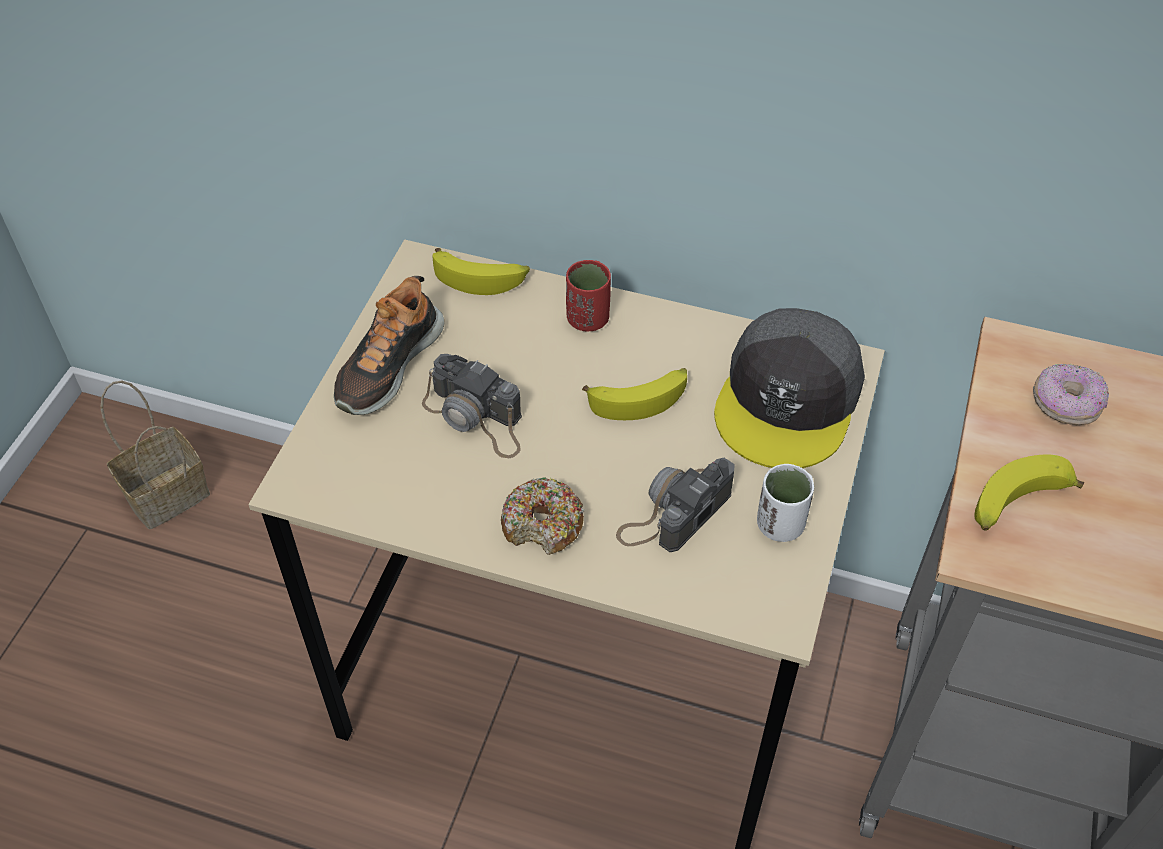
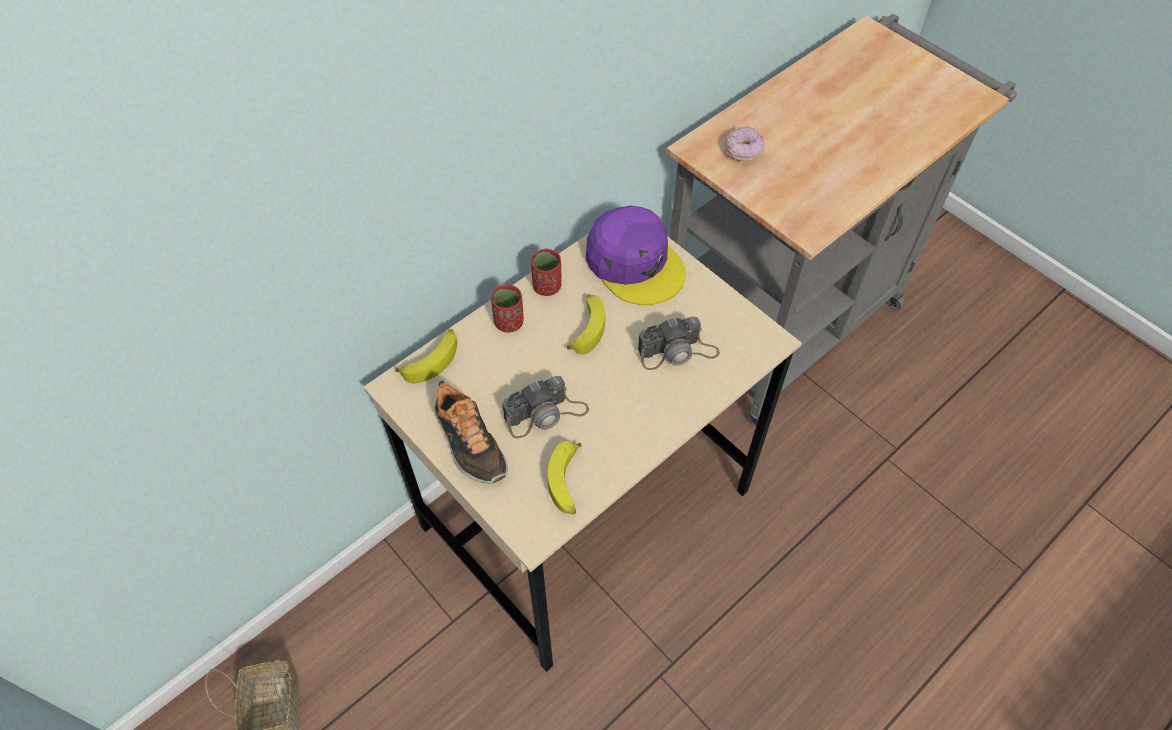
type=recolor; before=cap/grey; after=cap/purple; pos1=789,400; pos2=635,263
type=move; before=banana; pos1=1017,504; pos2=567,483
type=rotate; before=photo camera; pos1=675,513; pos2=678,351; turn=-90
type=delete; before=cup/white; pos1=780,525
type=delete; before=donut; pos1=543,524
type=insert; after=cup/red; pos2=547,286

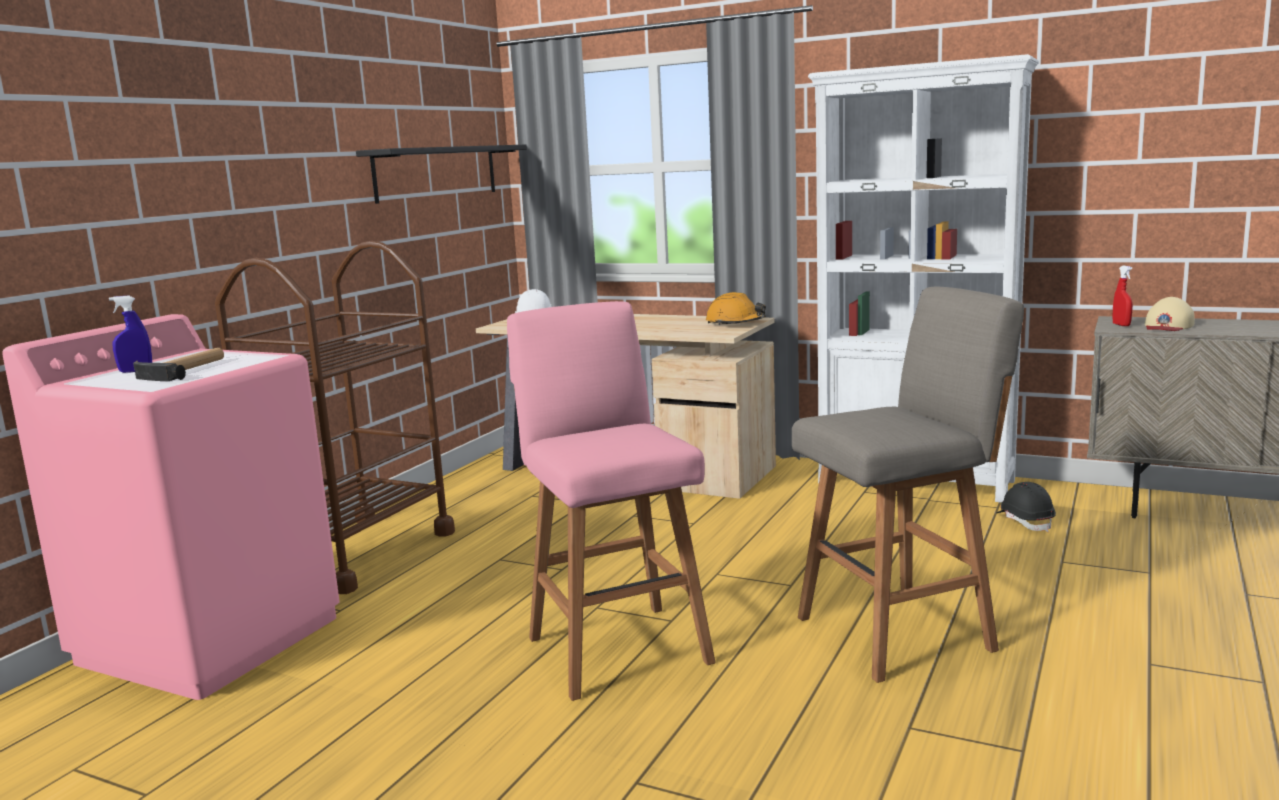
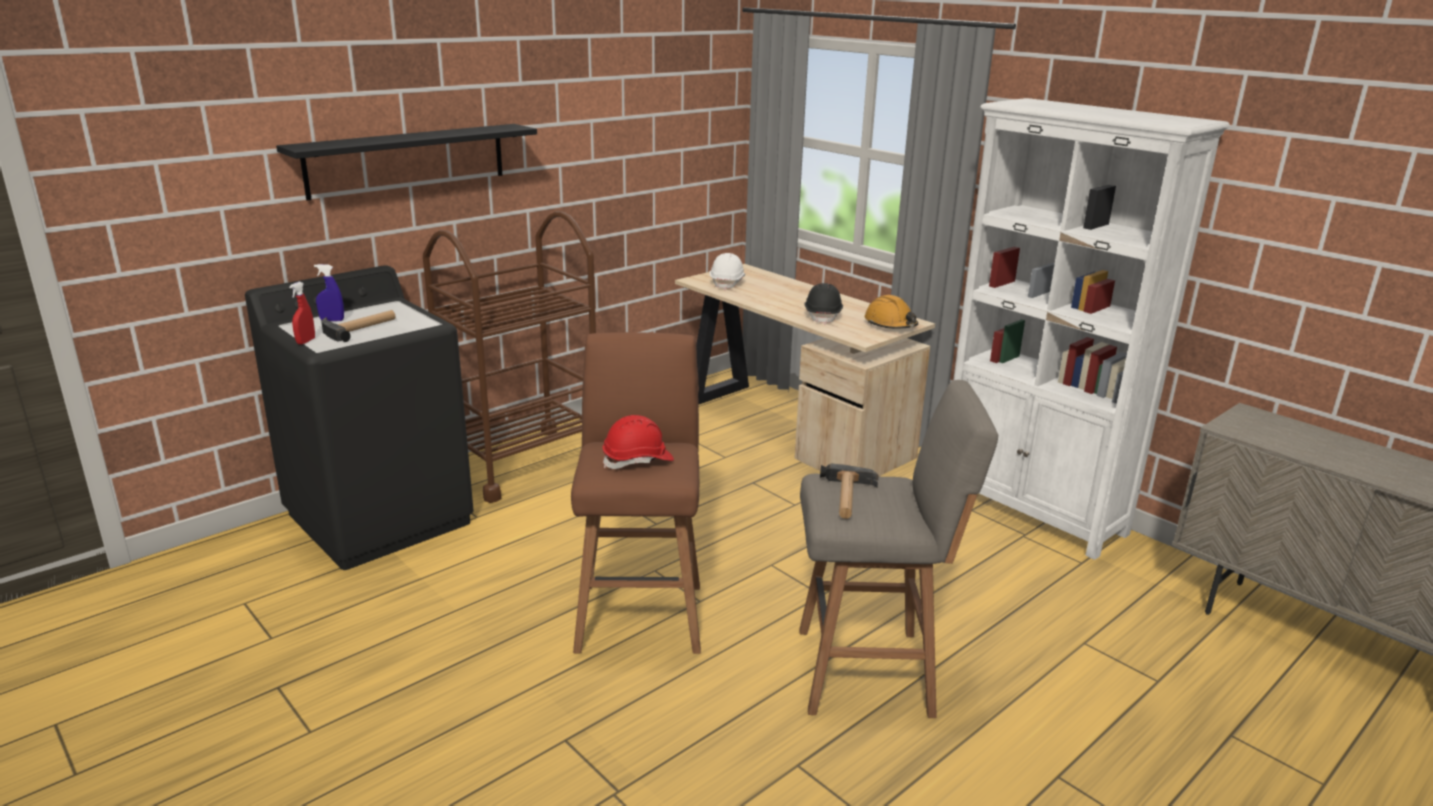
type=move; before=shelf/black; pos1=437,172; pos2=407,160
type=move; before=spray bottle/red; pos1=1121,325; pos2=306,341
type=delete; before=cap/beige; pos1=1167,326
type=recolor; before=stool/pink; after=stool/brown; pos1=616,647; pos2=640,614
type=recolor; before=washing machine/pink; after=washing machine/black; pos1=211,639; pos2=380,518
type=move; before=hard hat/black; pos1=1025,521; pos2=823,316
type=insert; after=hard hat/red; pos2=638,460
type=insert; after=hammer; pos2=847,497

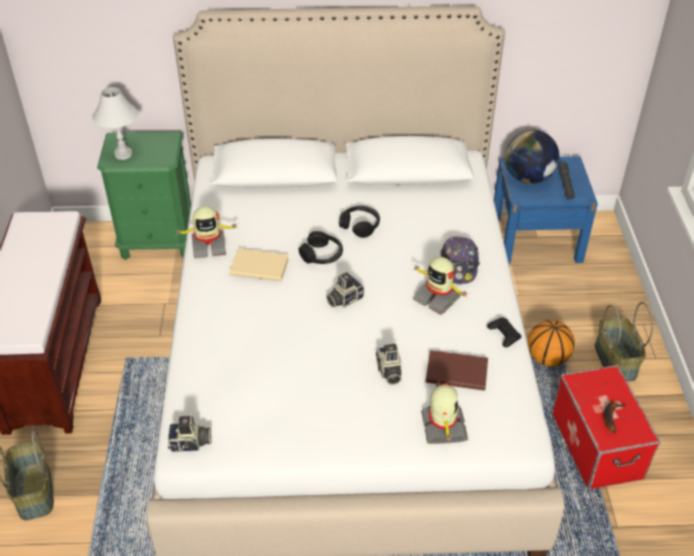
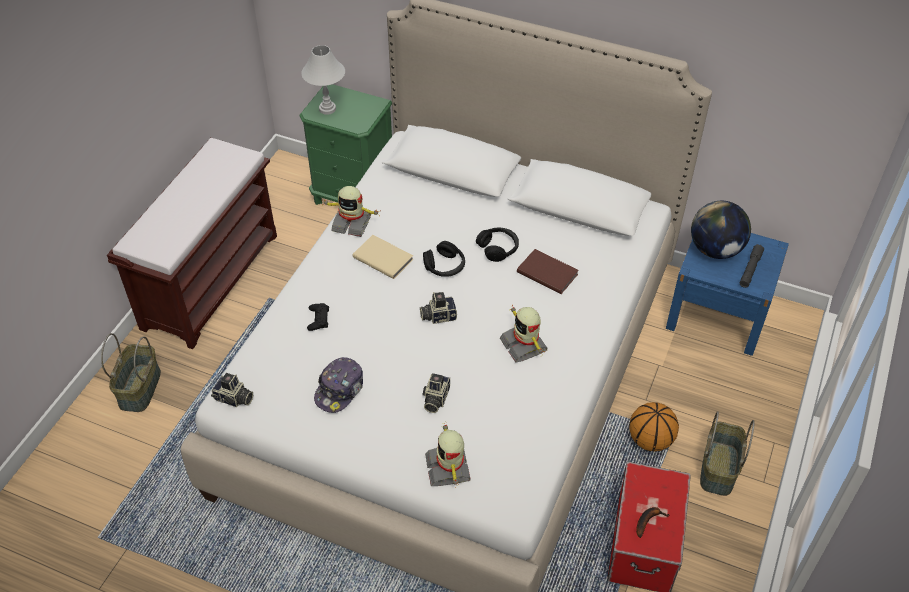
type=move; before=cap; pos1=459,266; pos2=340,390
type=move; before=game controller/black; pos1=504,334; pos2=318,319
type=move; before=book/brown; pos1=456,371; pos2=547,272
type=rotate; before=toy robot; pos1=442,427; pos2=449,468; turn=150

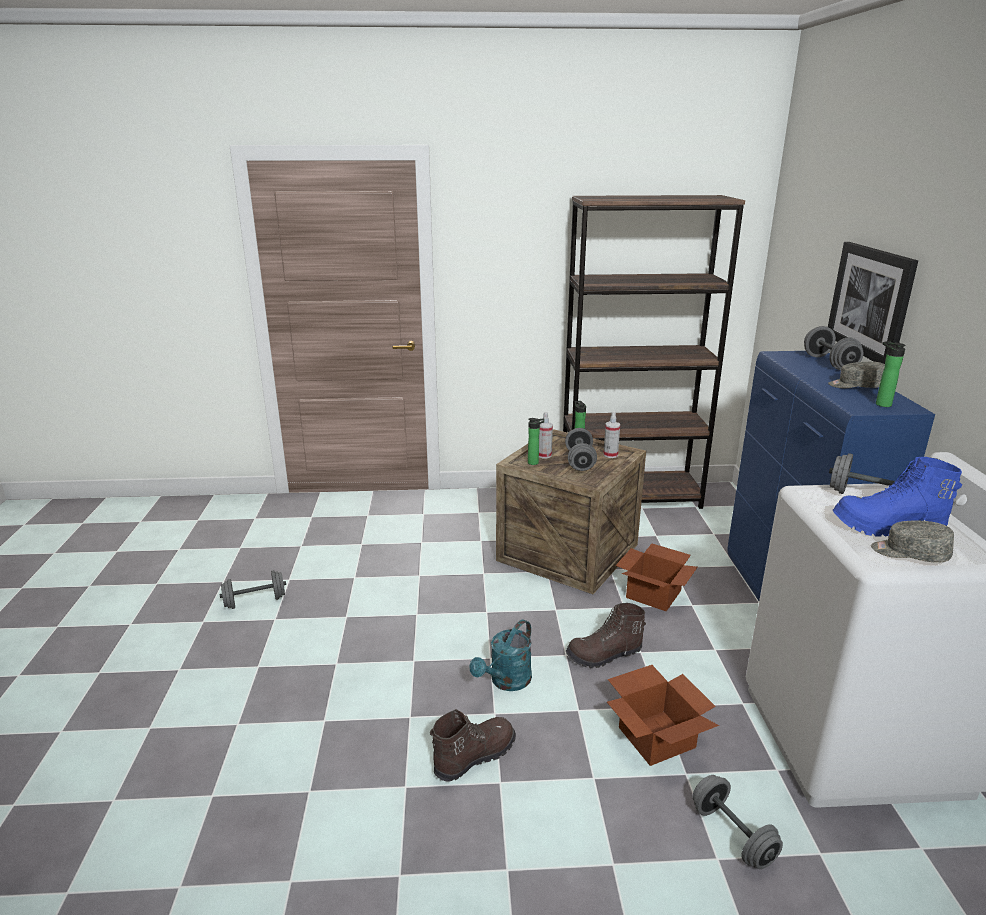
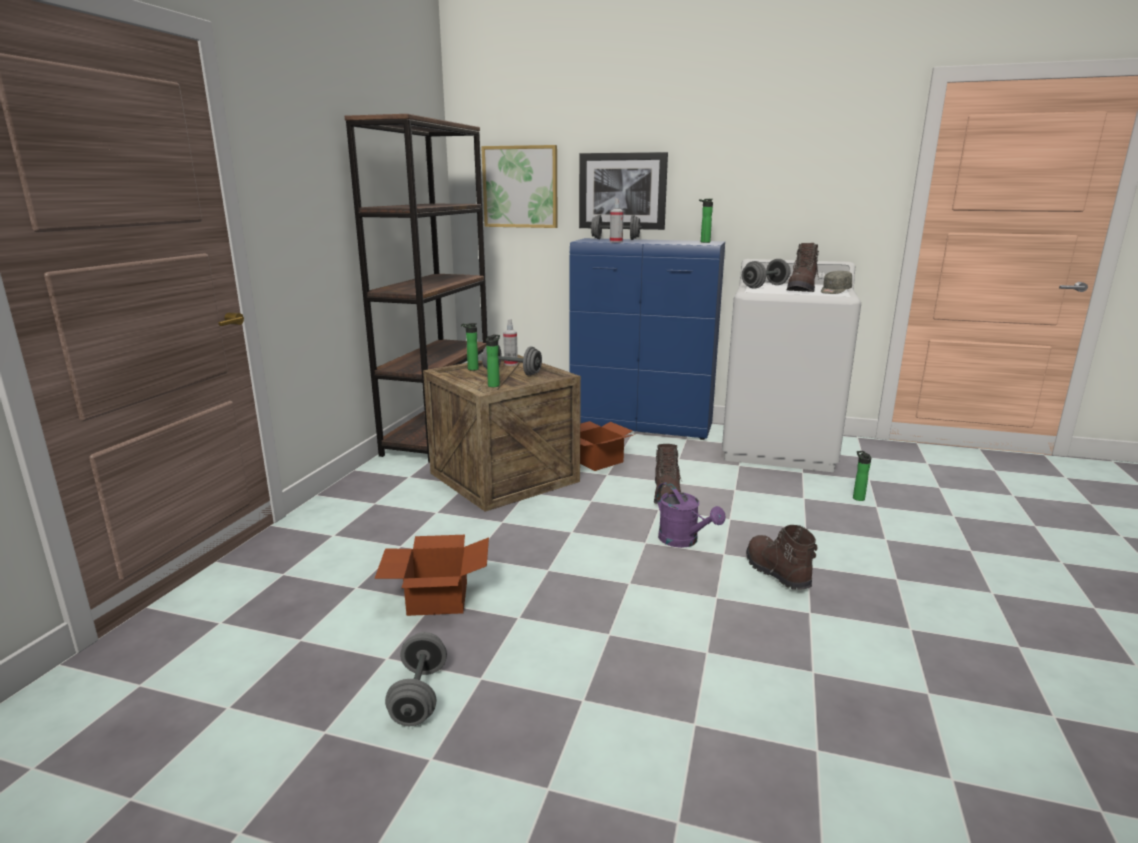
type=delete; before=cap/grey; pos1=855,386
type=move; before=spray bottle; pos1=544,455; pos2=616,242
type=recolor; before=boot/blue; after=boot/brown; pos1=888,527; pos2=802,289
type=recolor; before=watering can/turquoise; after=watering can/purple; pos1=506,682; pos2=683,541
type=move; before=cardboard box; pos1=656,736; pos2=436,597
type=replace; before=dumbbell/grey; after=bottle; pos1=732,835; pos2=857,498
type=insert; after=picture; pos2=520,187

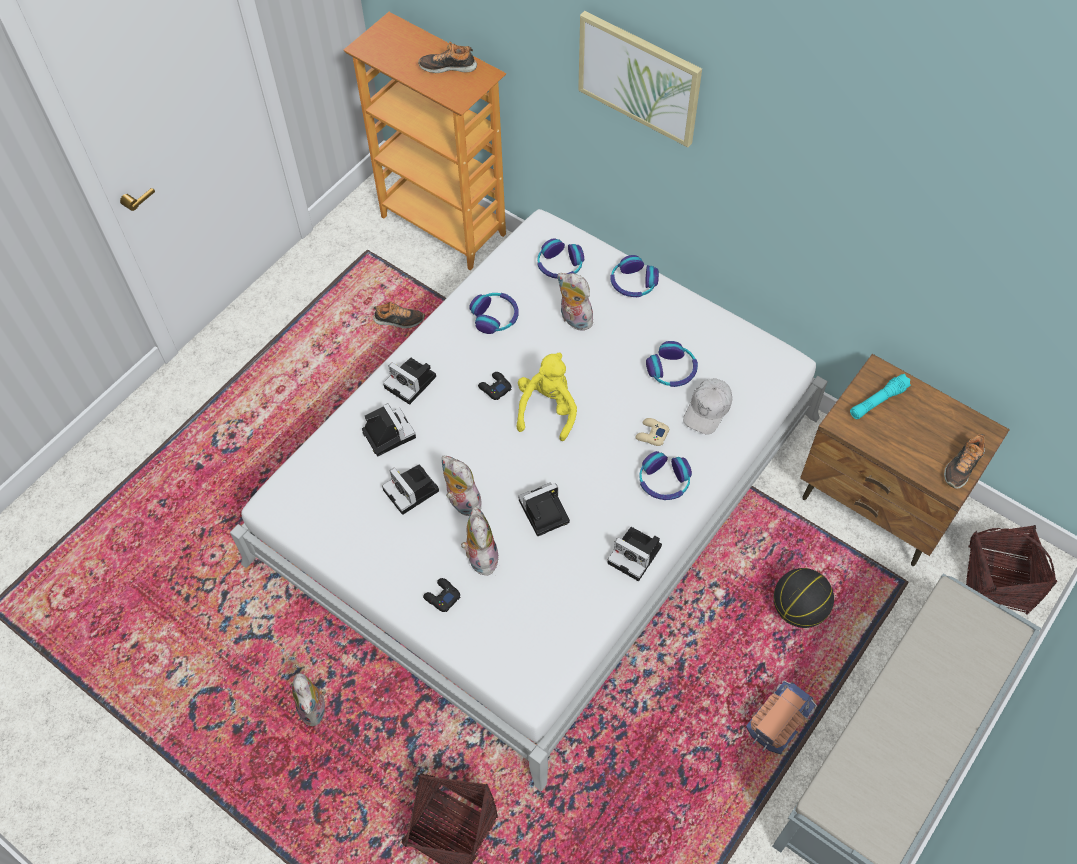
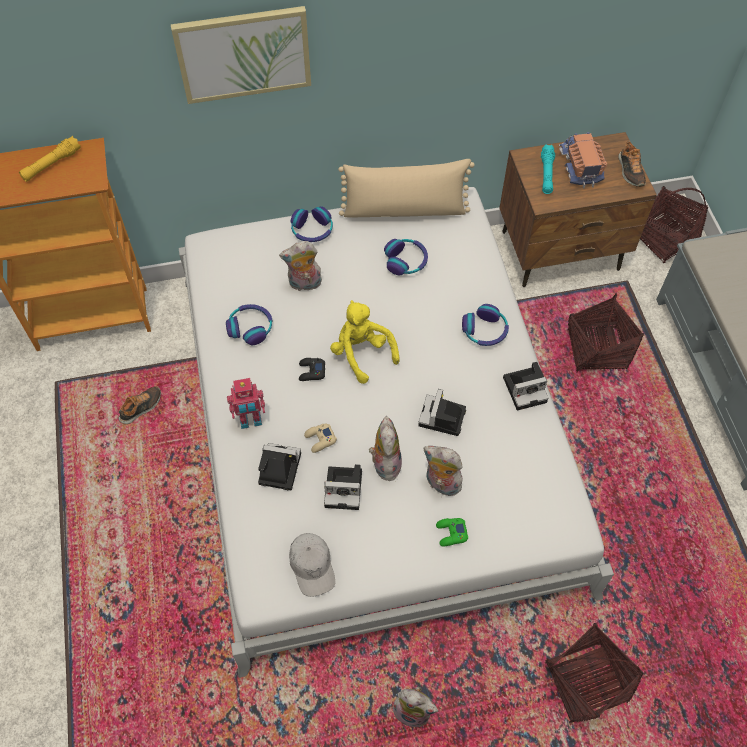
type=replace; before=shoe; after=flashlight/yellow; pos1=448,66; pos2=51,164
type=delete; before=headphones; pos1=560,265
type=replace; before=photo camera; after=toy robot; pos1=412,382; pos2=250,420
type=move; before=cap/white; pos1=708,410; pos2=312,566
type=move; before=game controller/beige; pos1=651,434; pos2=320,439
type=rotate; before=plush toy; pos1=461,502; pos2=385,463; turn=90
type=replace; before=basketball; after=basket; pos1=798,609; pos2=597,349
type=recolor; before=game controller/black; after=game controller/green; pos1=442,597; pos2=451,533
type=move; before=toy truck; pos1=779,719; pos2=579,166
type=insert; after=pillow/beige; pos2=405,210

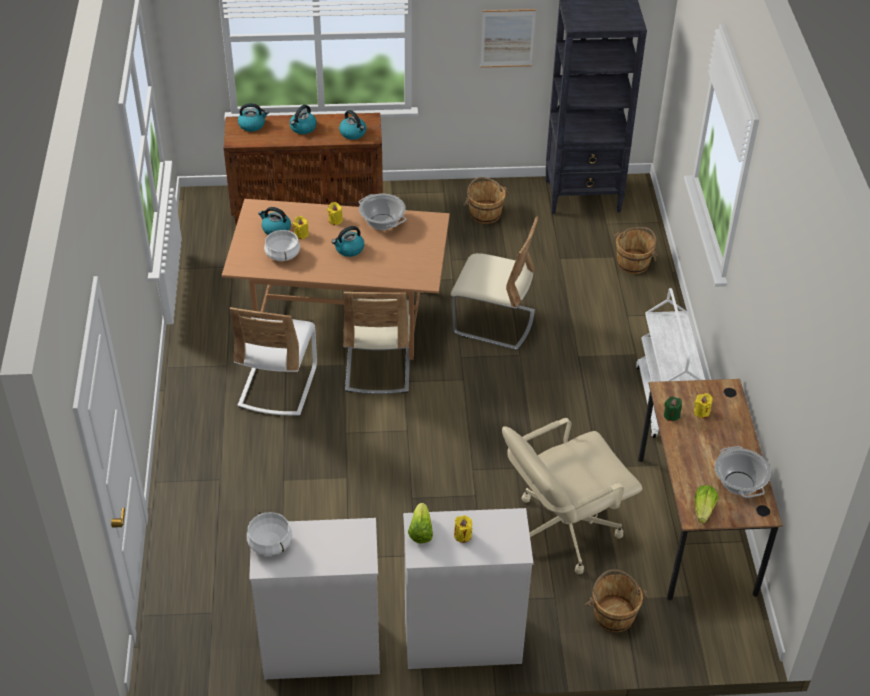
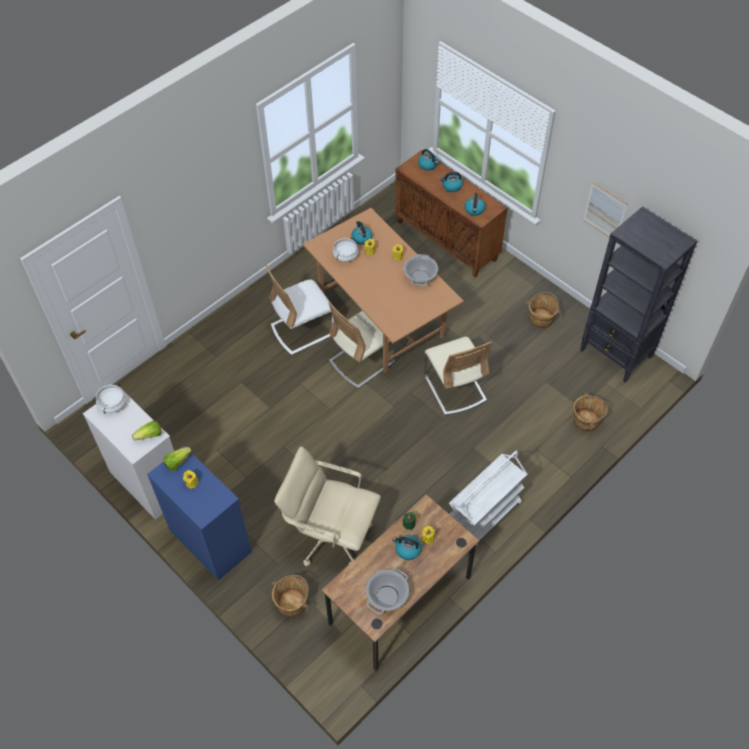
type=move; before=kettle; pos1=349,249; pos2=407,550
type=move; before=lettuce; pos1=703,510; pos2=150,435
type=recolor; before=dresser/white; after=dresser/blue; pos1=461,639; pos2=209,540

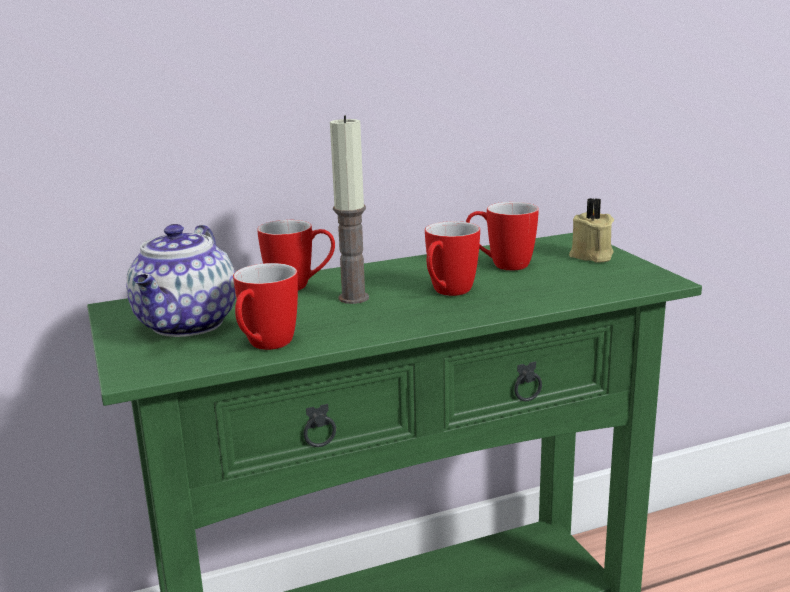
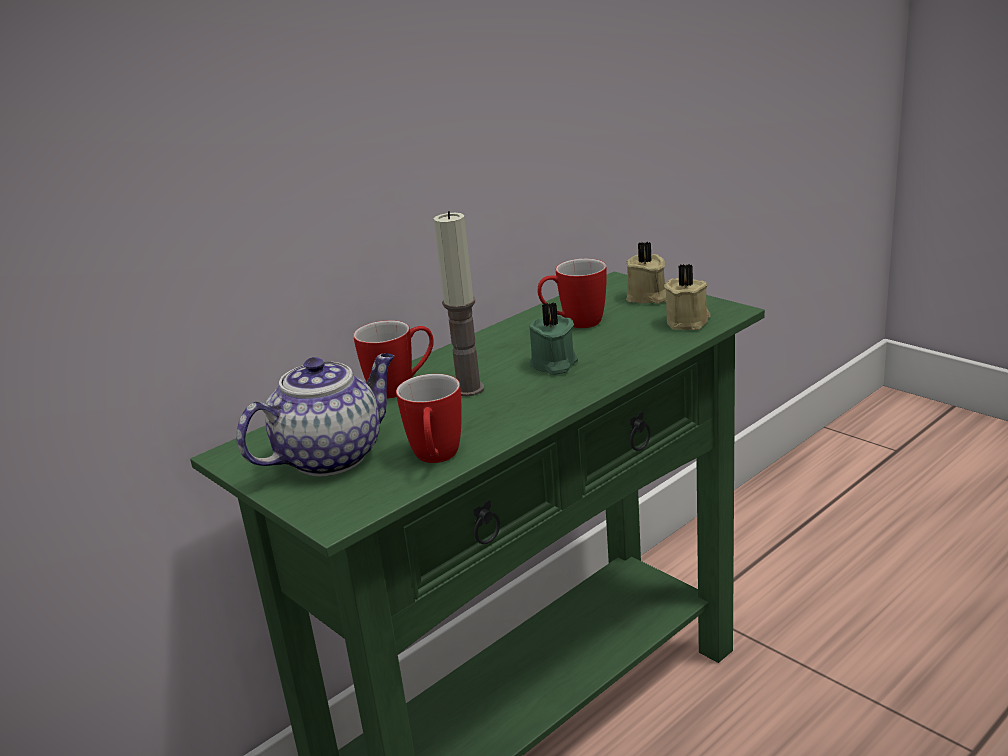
type=replace; before=mug; after=candle/green; pos1=447,293; pos2=553,364
type=rotate; before=teapot; pos1=187,325; pos2=331,456; turn=-120
type=insert; after=candle/beige; pos2=689,321

